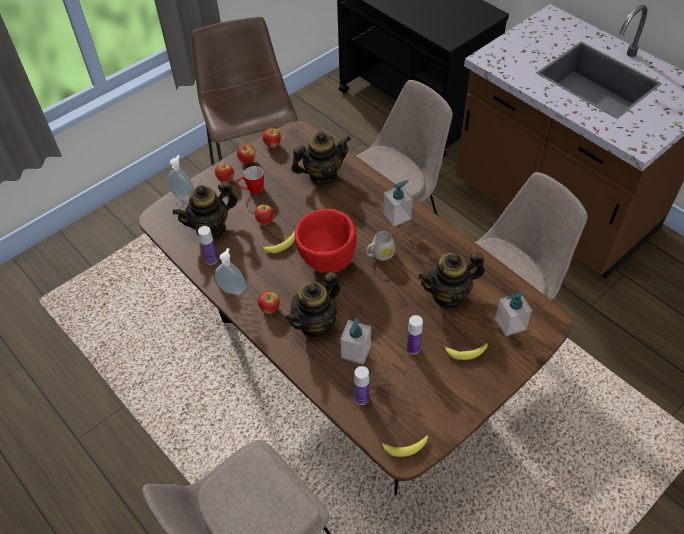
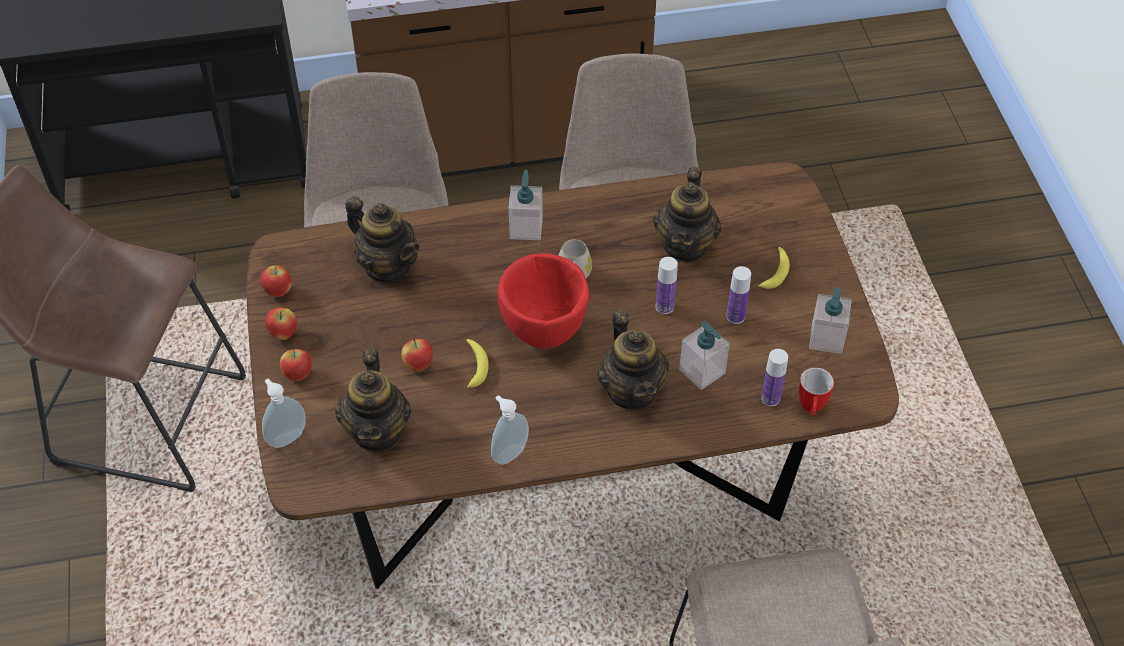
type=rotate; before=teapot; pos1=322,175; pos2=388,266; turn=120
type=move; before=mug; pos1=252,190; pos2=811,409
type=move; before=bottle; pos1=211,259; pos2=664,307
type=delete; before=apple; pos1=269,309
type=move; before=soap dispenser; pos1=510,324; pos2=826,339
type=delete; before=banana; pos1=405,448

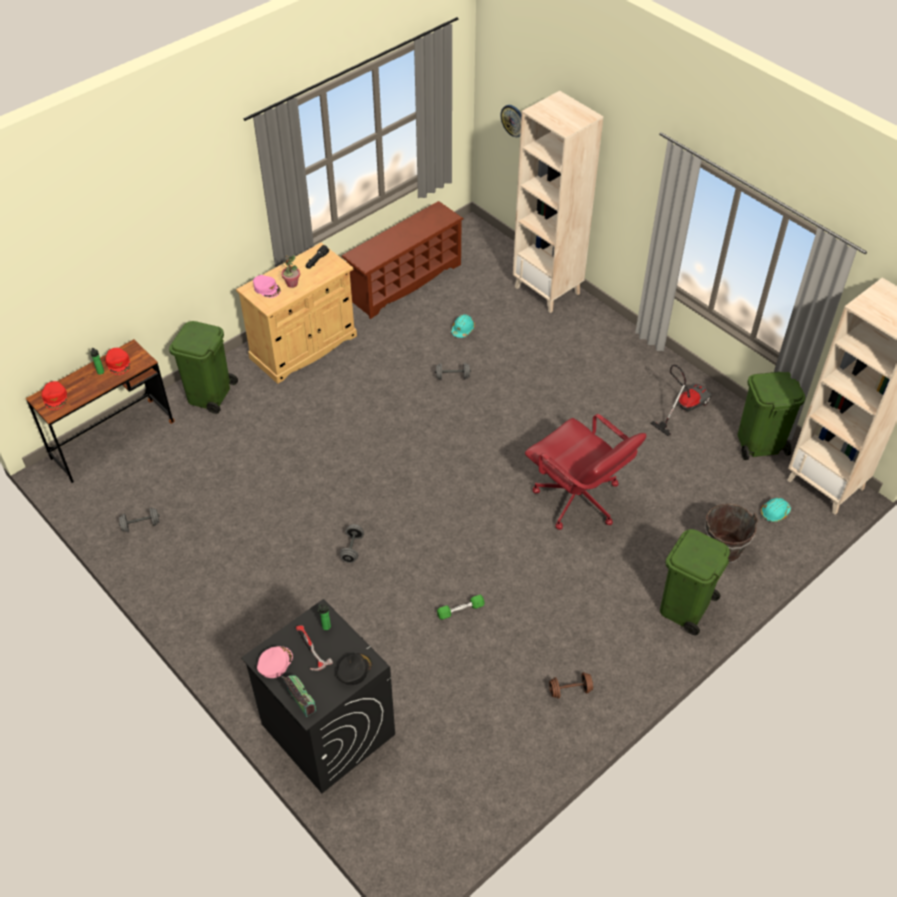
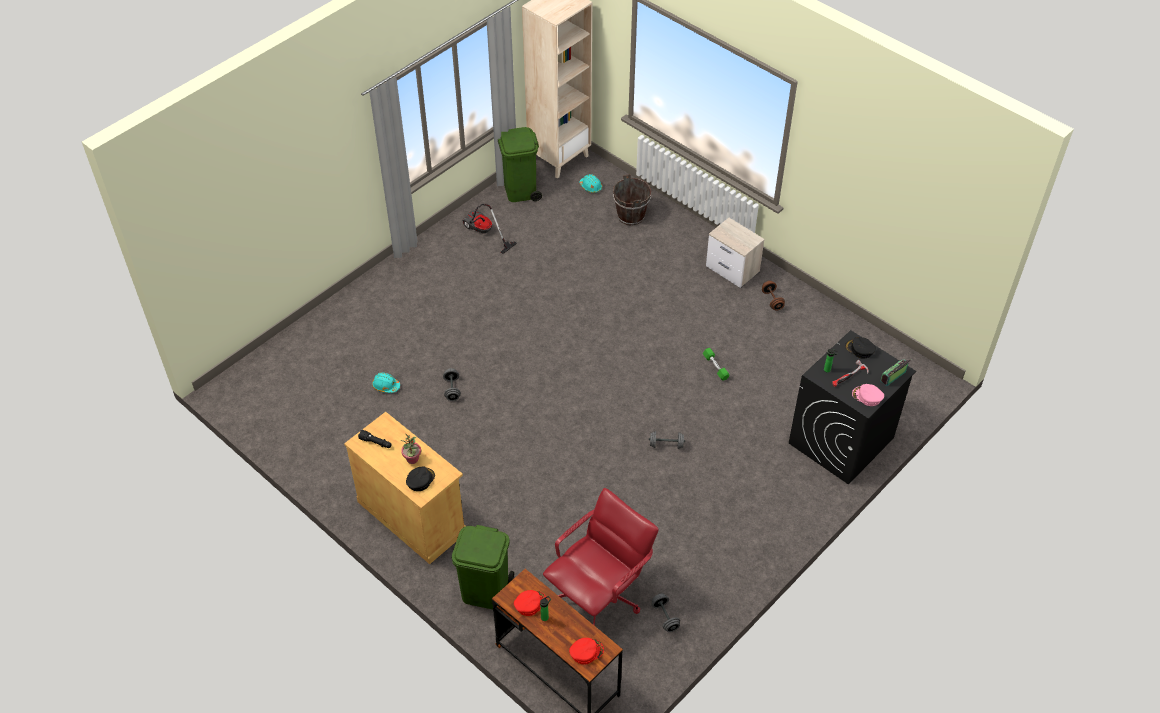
type=delete; before=bookcase/beige; pos1=548,290
type=delete; before=wall clock; pos1=513,120
type=delete; before=shoe rack/brown; pos1=405,281
type=recolor; before=cap/pink; after=cap/black; pos1=267,288; pos2=420,480
type=move; before=office chair/red; pos1=577,500; pos2=599,596
type=delete; before=trash can/green; pos1=684,607
type=insert; after=nightstand; pos2=733,270

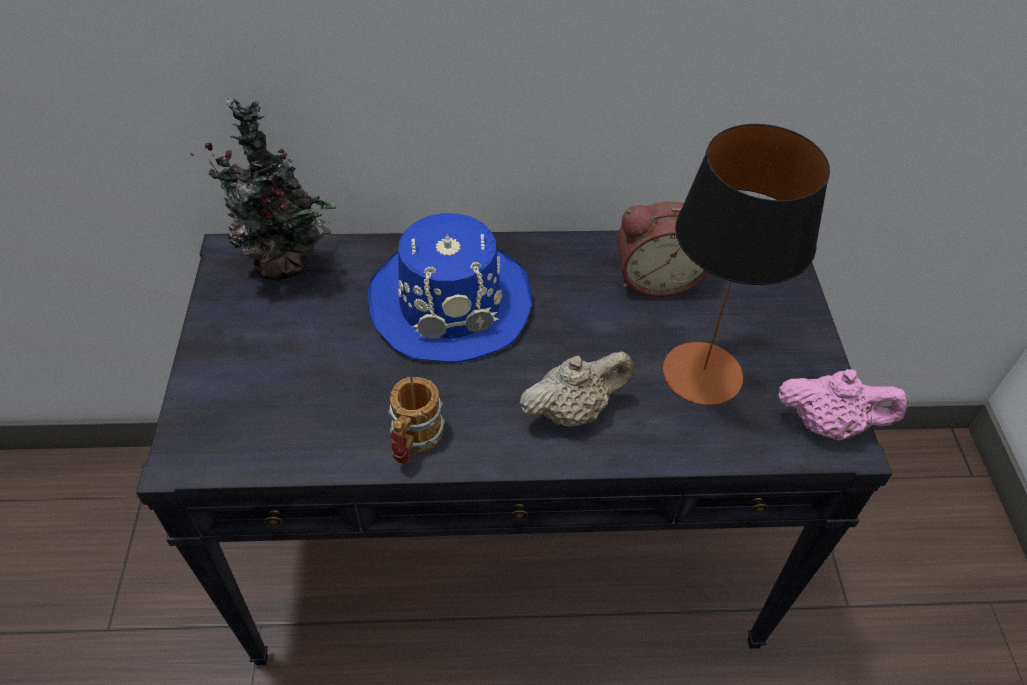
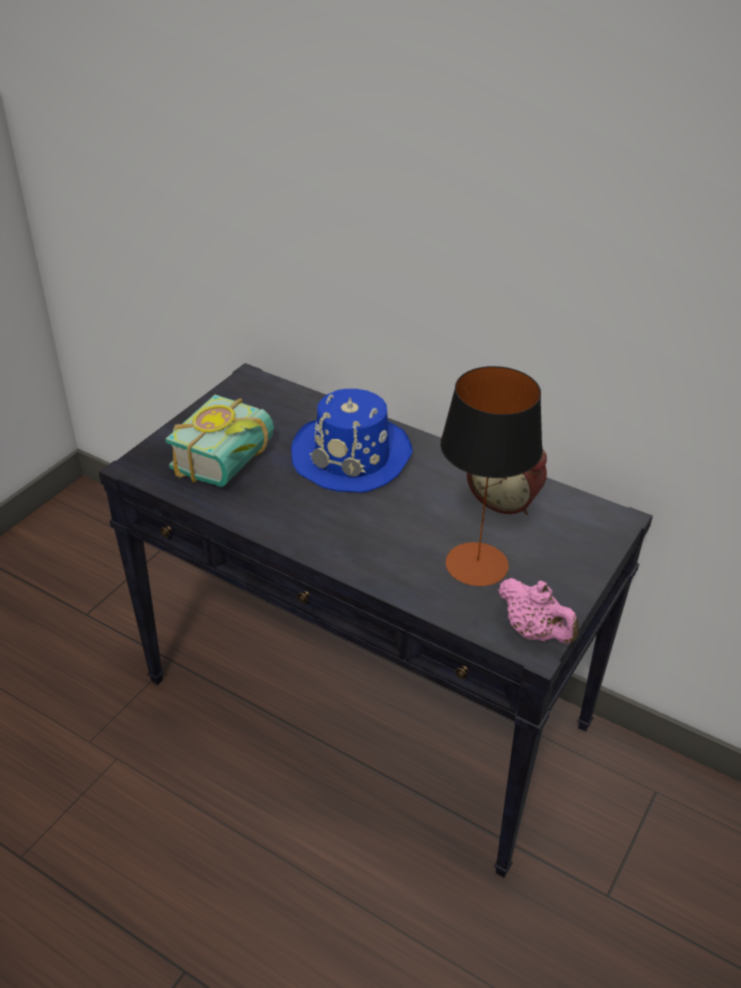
type=delete; before=potted plant; pos1=286,266
type=delete; before=teapot/beige; pos1=573,411
type=delete; before=mug; pos1=413,441
type=insert; after=book; pos2=232,463

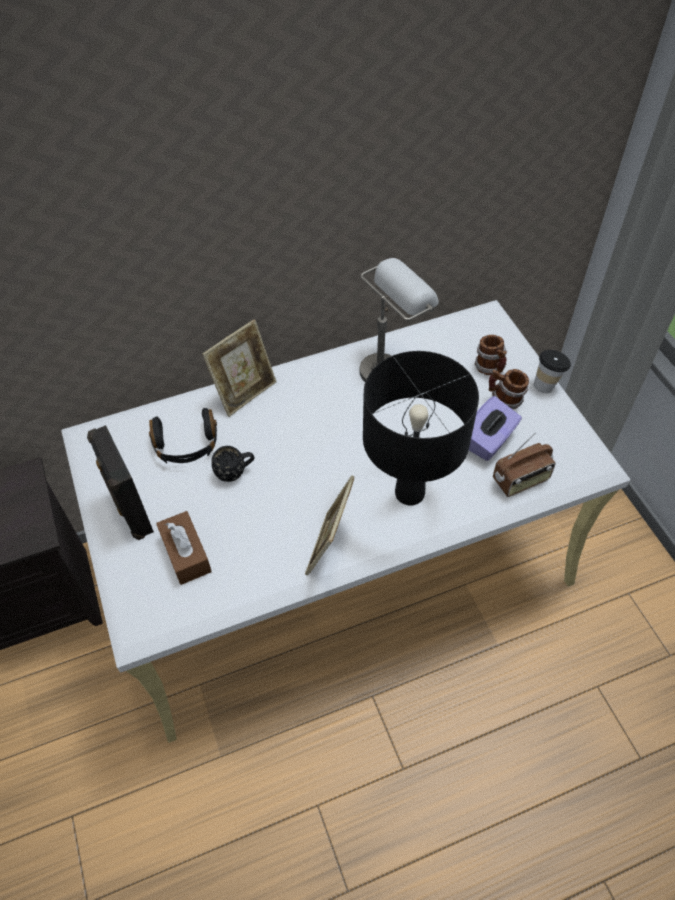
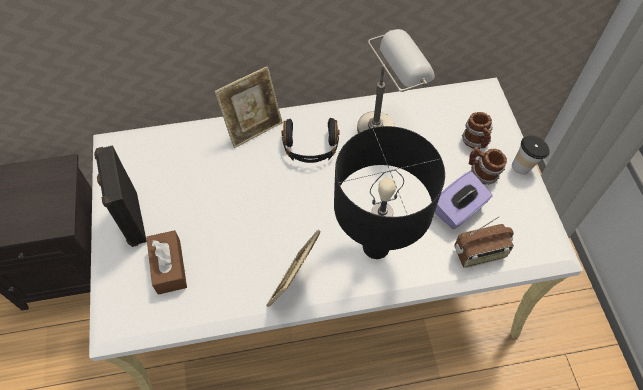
type=move; before=headphones/black; pos1=186,445; pos2=310,147
type=delete; before=mug/black; pos1=235,472

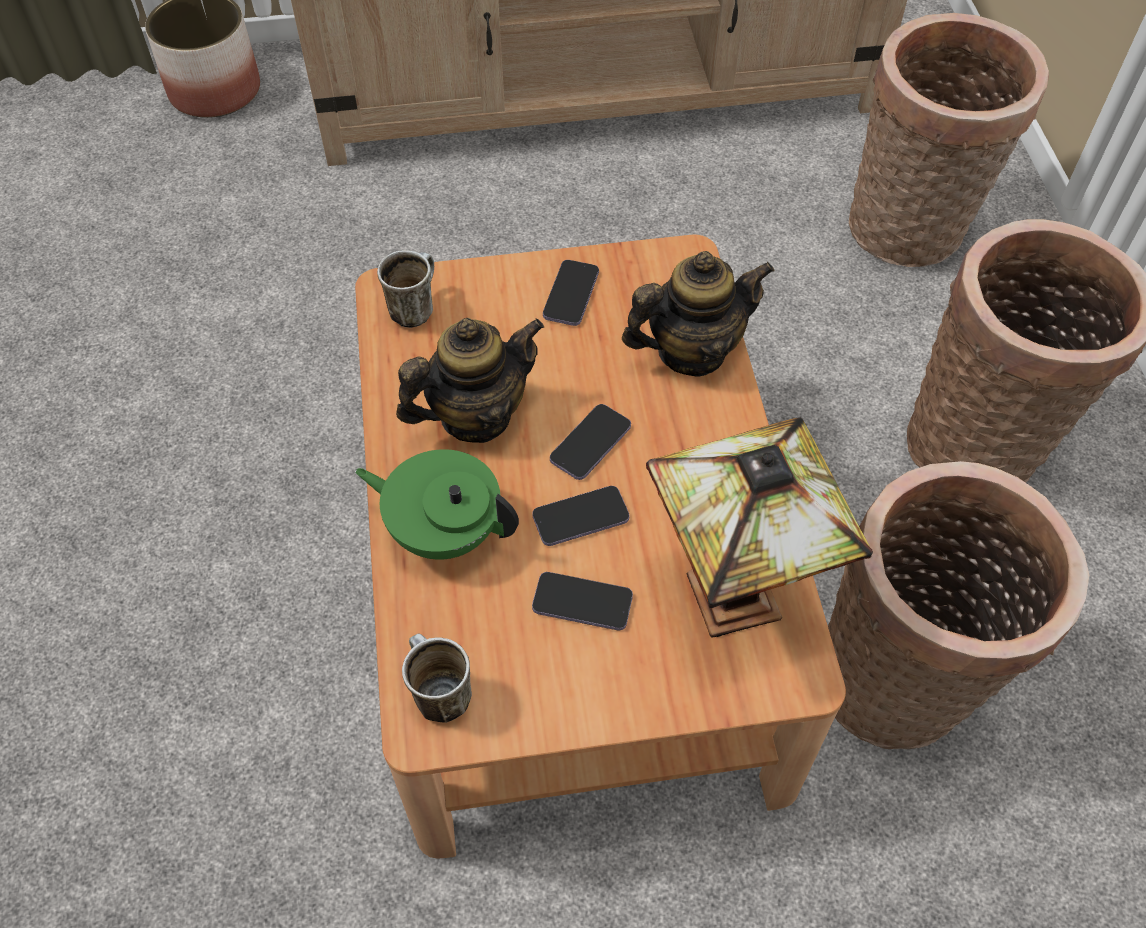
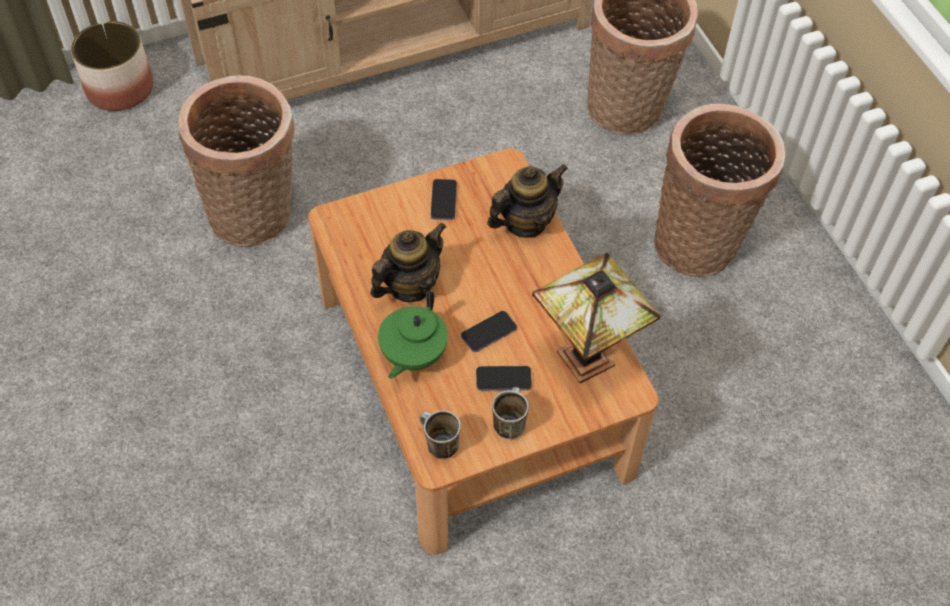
type=move; before=mug; pos1=414,307; pos2=508,422
type=delete; before=phone; pos1=590,444
type=rotate; before=teapot/green; pos1=444,529; pos2=412,355; turn=-75
type=move; before=basket; pos1=901,683; pos2=256,215

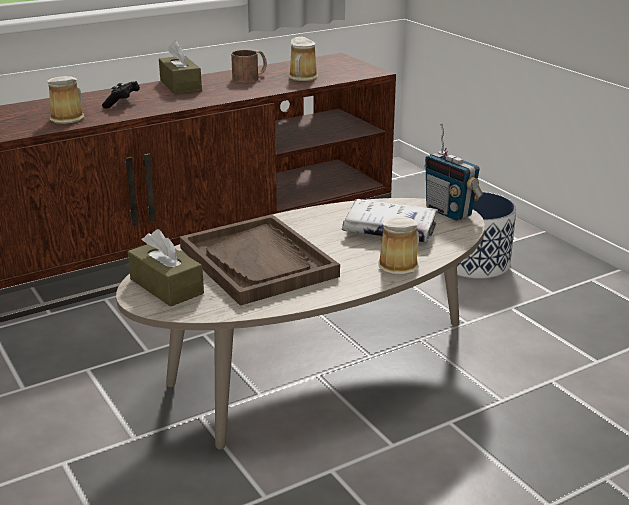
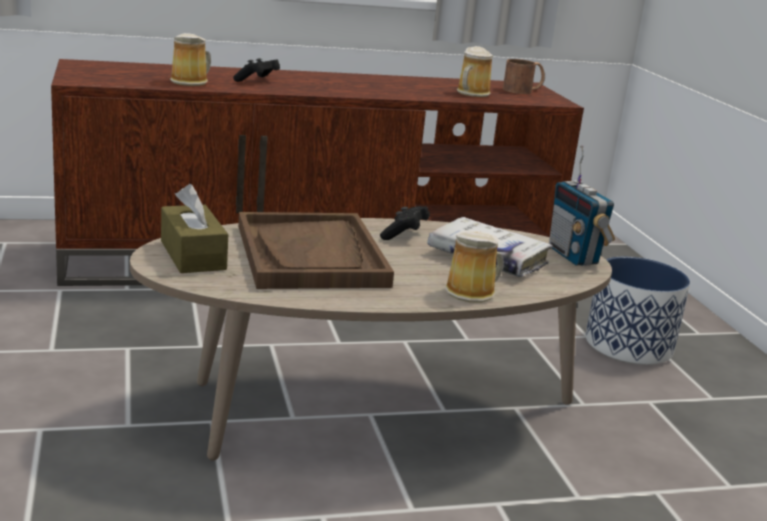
type=delete; before=tissue box/brown; pos1=180,86
type=move; before=mug/brown; pos1=250,77; pos2=523,90
type=insert; after=game controller/black; pos2=404,235

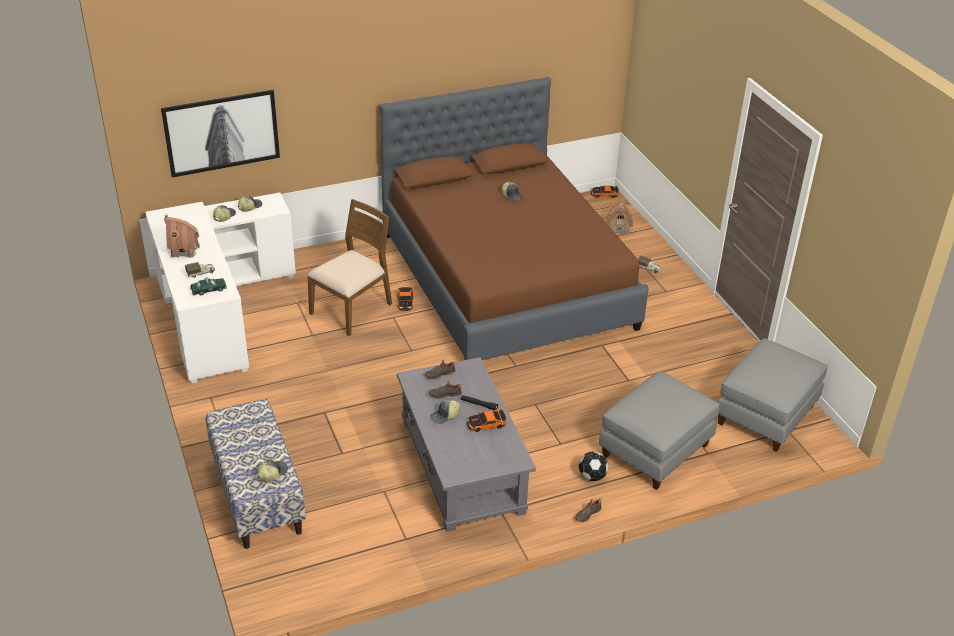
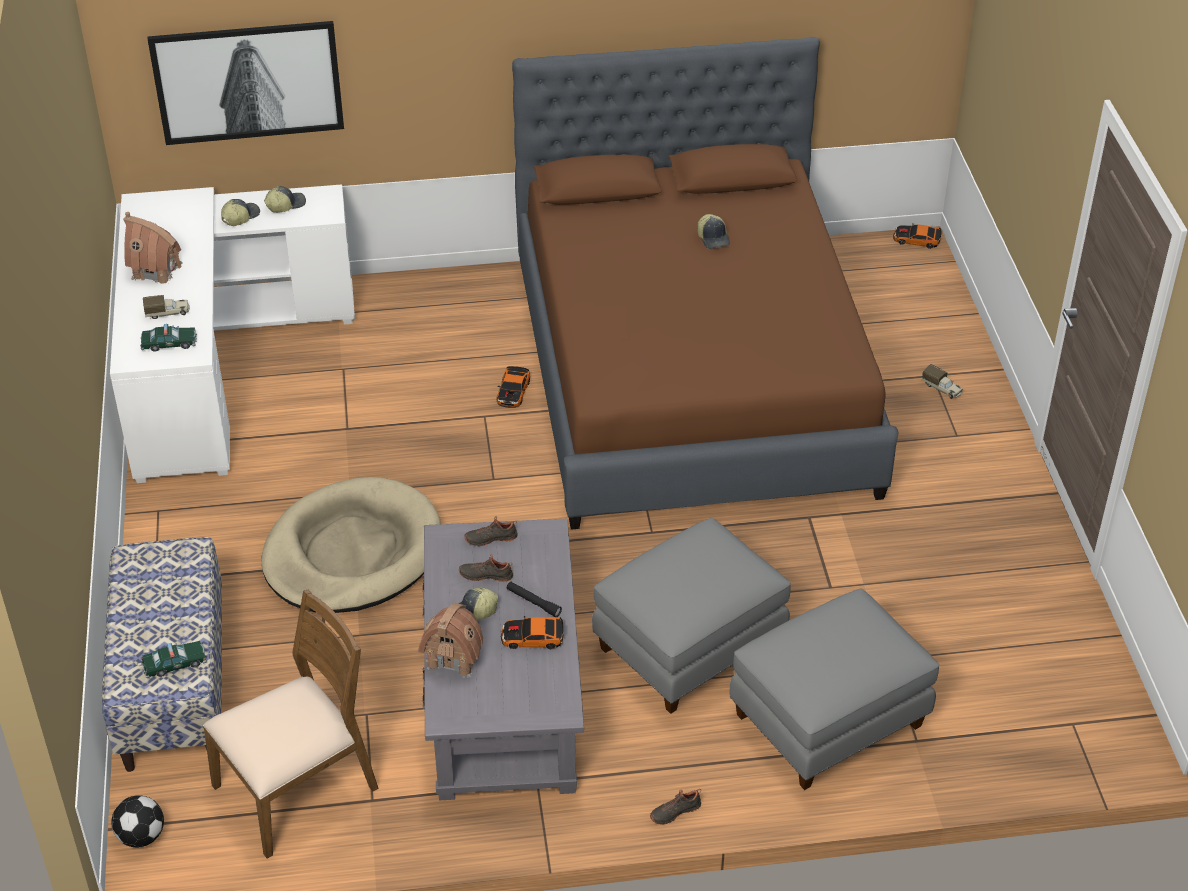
type=move; before=chair/brown; pos1=352,309; pos2=298,788
type=move; before=toy house; pos1=618,229; pos2=454,657
type=move; before=ottoman/grey; pos1=766,415; pos2=690,648
type=move; before=football; pos1=592,476; pos2=140,837
type=replace; before=cap; after=toy car; pos1=272,473; pos2=175,664
type=insert; after=dog bed/beige; pos2=352,553

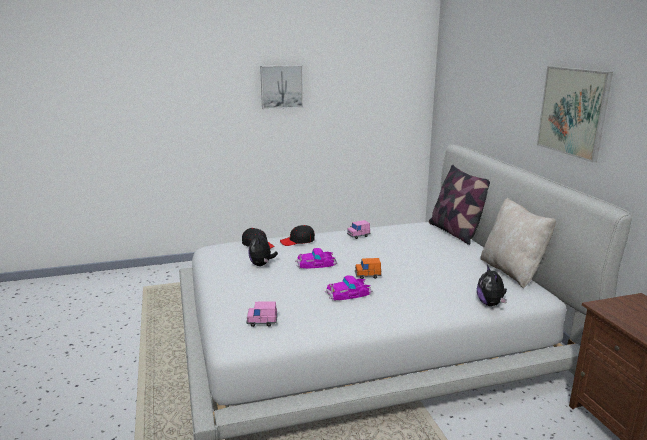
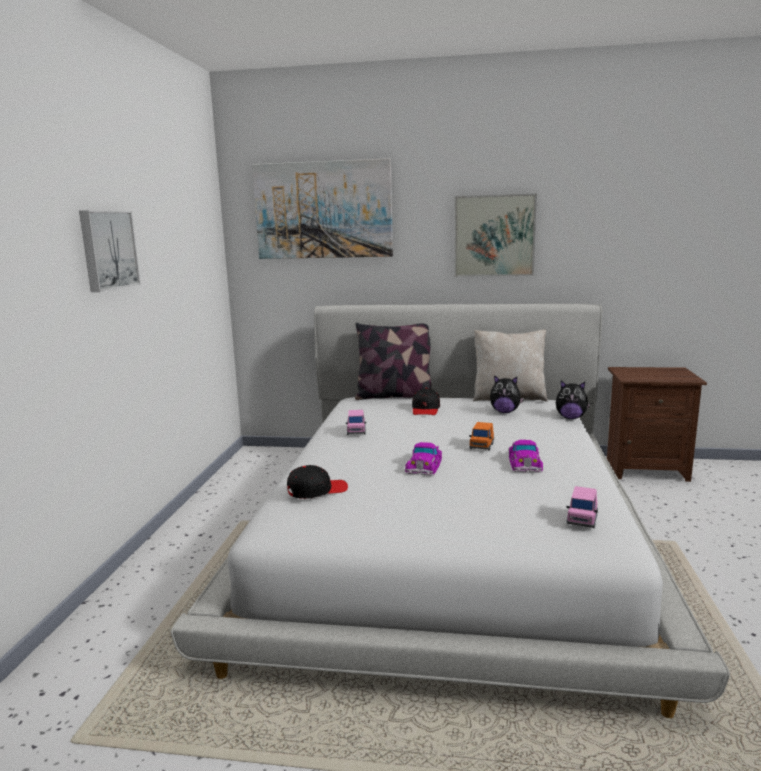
type=move; before=cap/black; pos1=297,241; pos2=425,409
type=move; before=plush toy; pos1=262,264; pos2=505,412
type=insert; after=picture; pos2=323,210

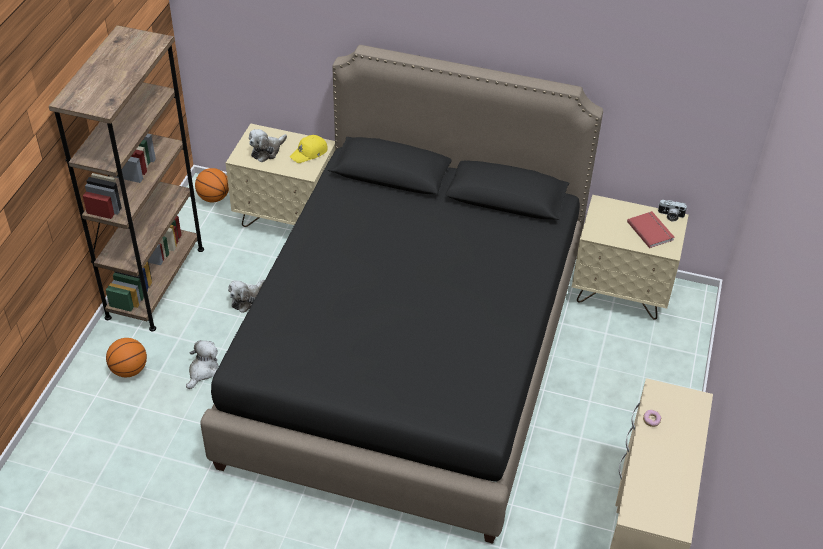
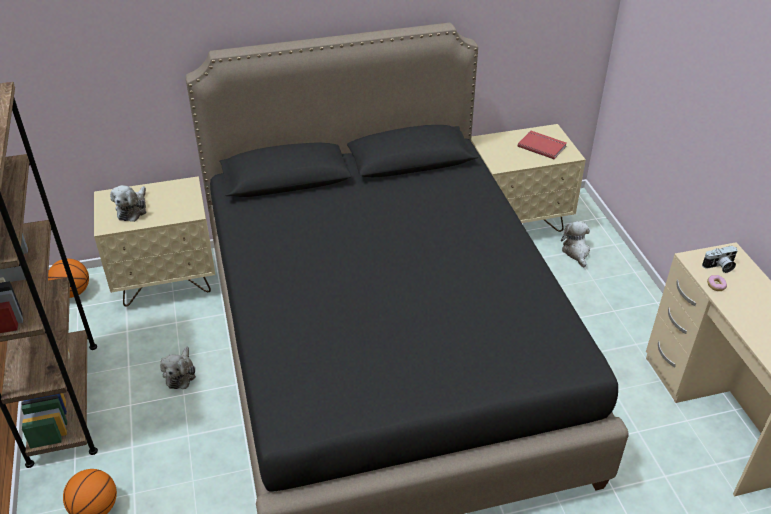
type=delete; before=cap/yellow; pos1=309,153
type=move; before=photo camera; pos1=670,216; pos2=719,267
type=move; before=plush toy; pos1=203,371; pos2=576,252

